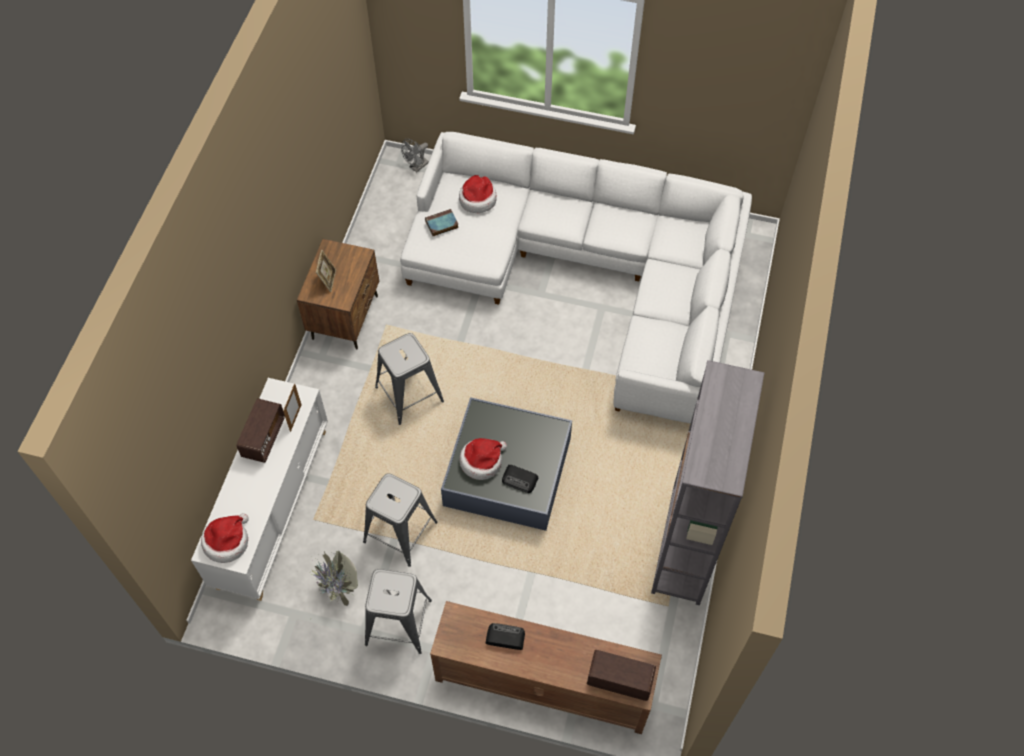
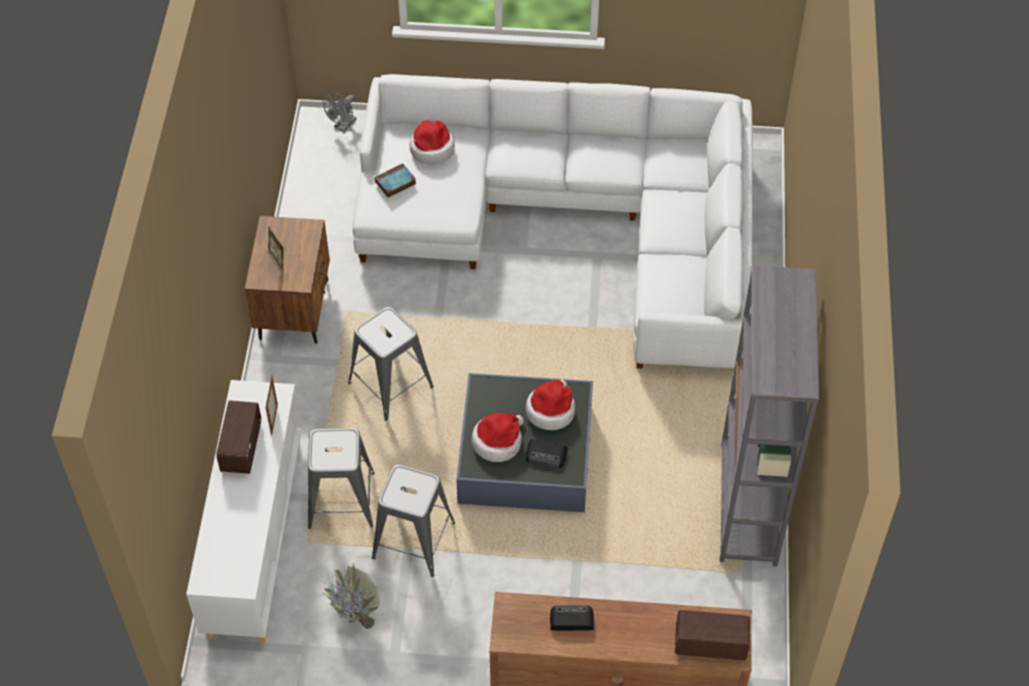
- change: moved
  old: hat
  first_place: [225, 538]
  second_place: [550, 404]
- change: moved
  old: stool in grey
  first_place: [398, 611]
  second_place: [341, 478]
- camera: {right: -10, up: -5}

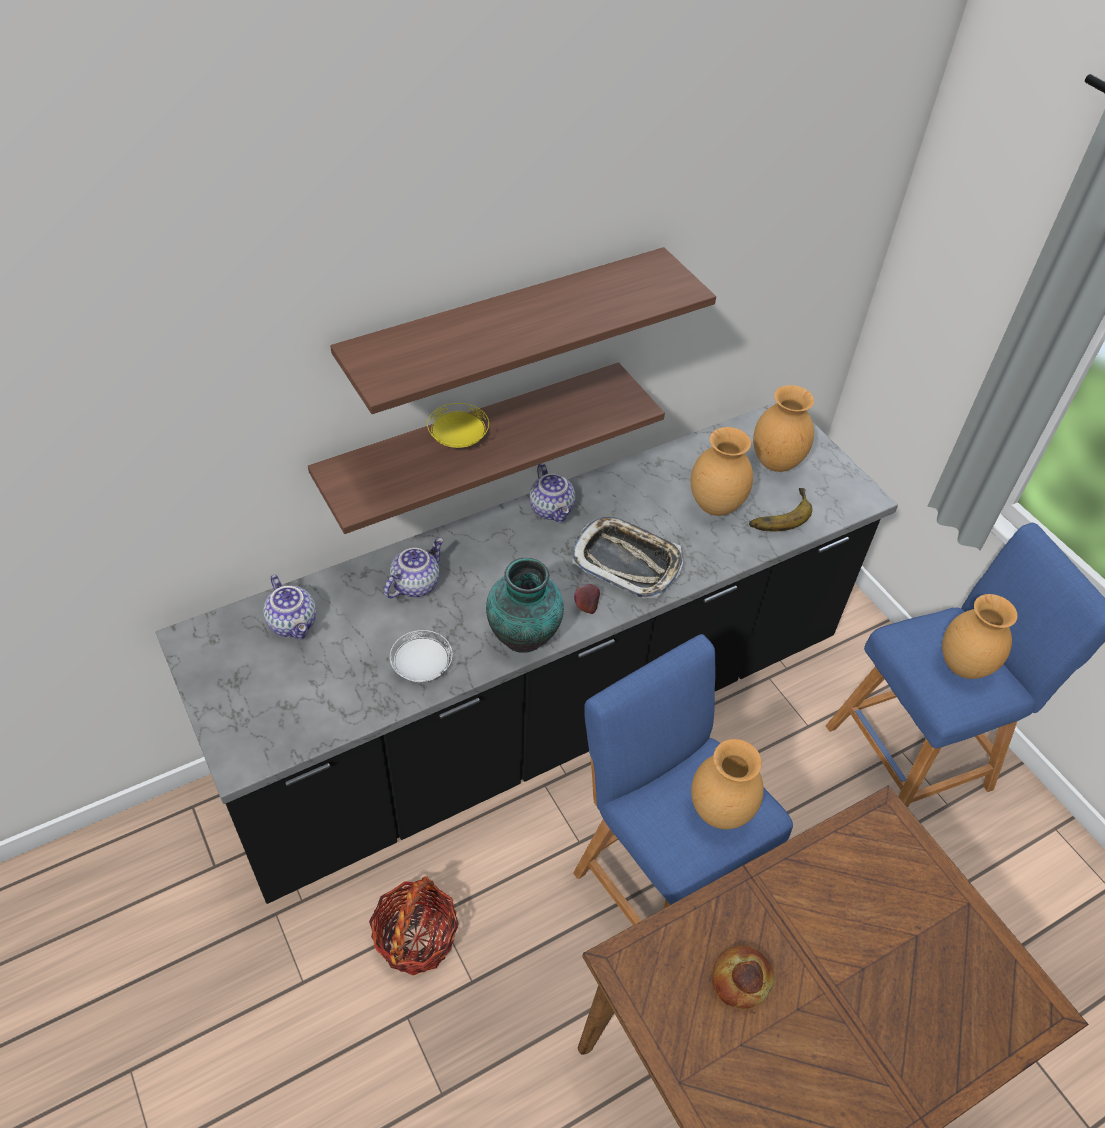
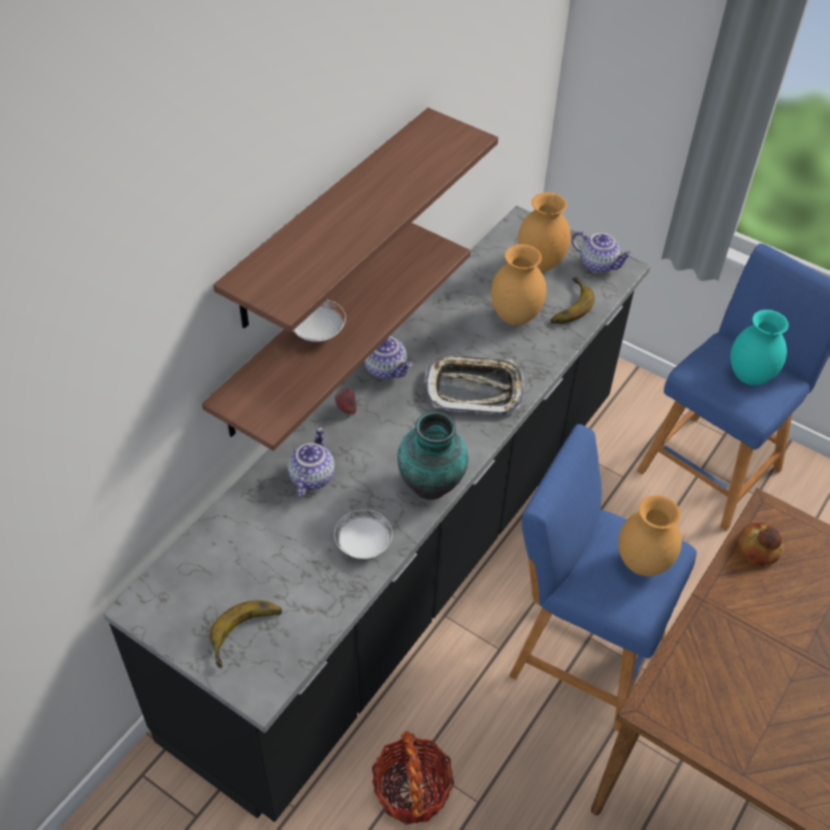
- change: moved
  old: teapot
  first_place: [289, 607]
  second_place: [602, 252]
- change: recoloured
  old: plate in yellow
  new: plate in white
  first_place: [458, 425]
  second_place: [319, 321]
- change: moved
  old: apple
  first_place: [587, 599]
  second_place: [345, 401]
- change: moved
  old: bread
  first_place: [743, 977]
  second_place: [760, 544]
- change: recoloured
  old: vase in brown
  new: vase in turquoise
  first_place: [980, 636]
  second_place: [759, 347]
- change: added
  new: banana
  second_place: [245, 634]
- camera: {right: -25, up: 0}

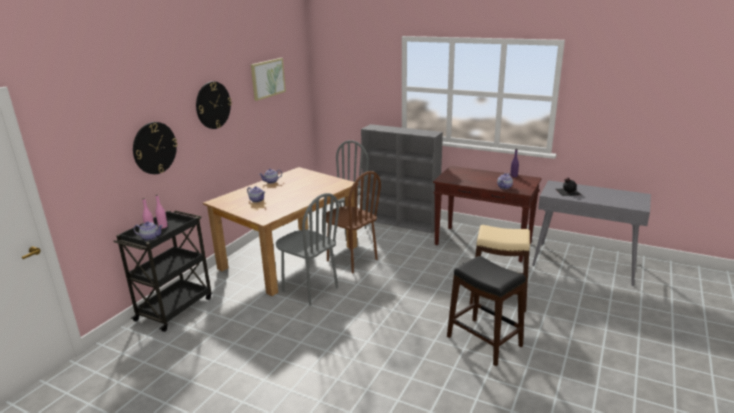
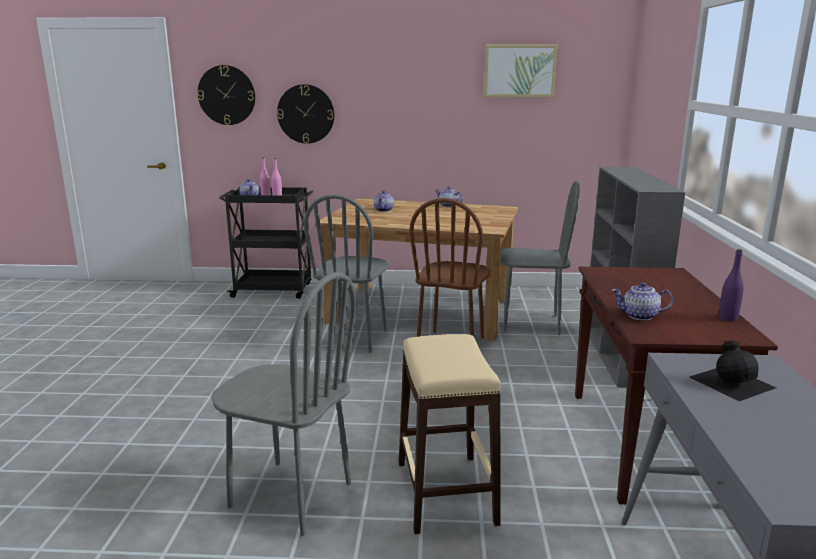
- change: moved
  old: wall clock
  first_place: [214, 105]
  second_place: [226, 95]
- change: replaced
  old: stool in black
  new: chair in grey
  first_place: [486, 311]
  second_place: [284, 404]
- camera: {right: 65, up: -5}

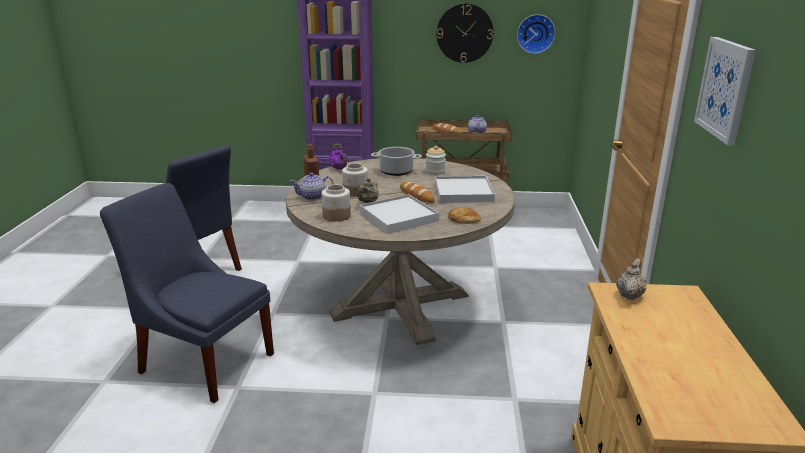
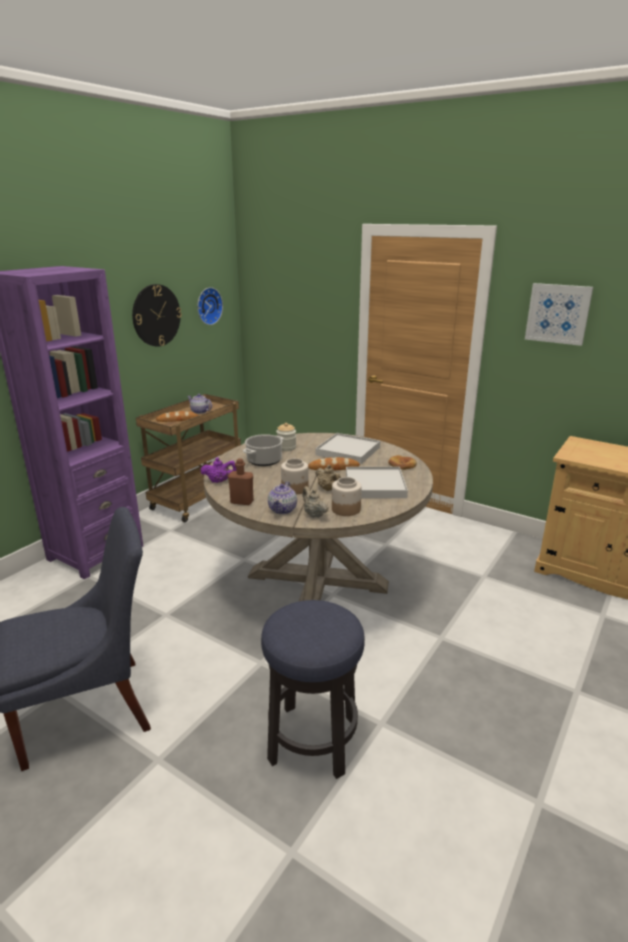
- change: replaced
  old: chair in blue
  new: stool
  first_place: [187, 293]
  second_place: [313, 689]
- change: moved
  old: teapot in beige
  first_place: [631, 279]
  second_place: [315, 502]
- camera: {right: -60, up: 0}

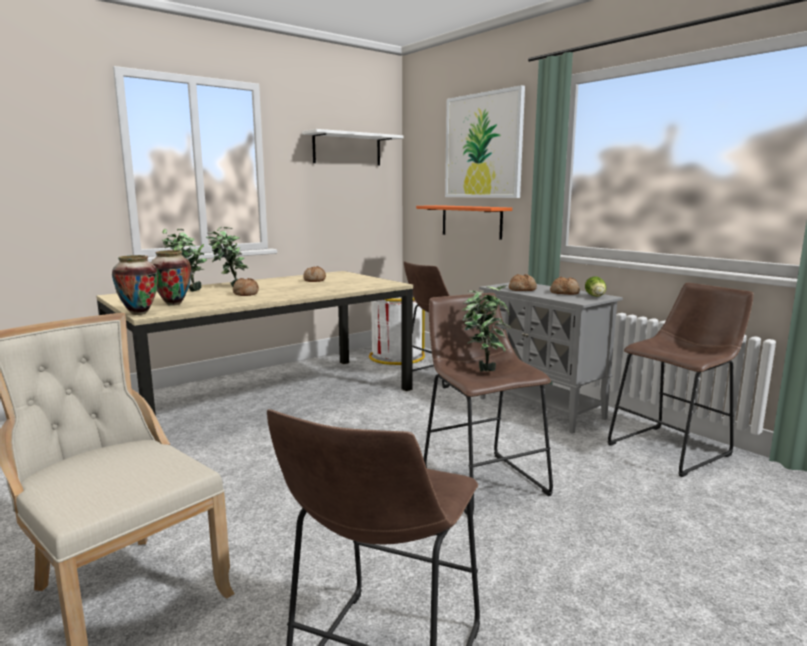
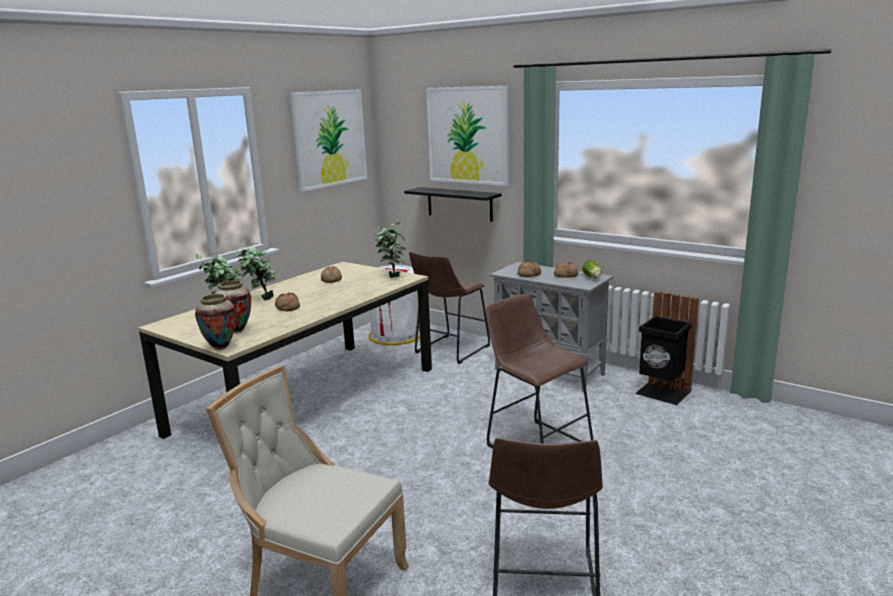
- change: replaced
  old: shelf in white
  new: picture
  first_place: [353, 147]
  second_place: [328, 140]
- change: recoloured
  old: shelf in orange
  new: shelf in black
  first_place: [464, 222]
  second_place: [453, 204]
- change: moved
  old: potted plant
  first_place: [486, 328]
  second_place: [391, 250]
- change: replaced
  old: stool in brown
  new: trash can in black
  first_place: [681, 380]
  second_place: [667, 348]
- camera: {right: -15, up: 5}

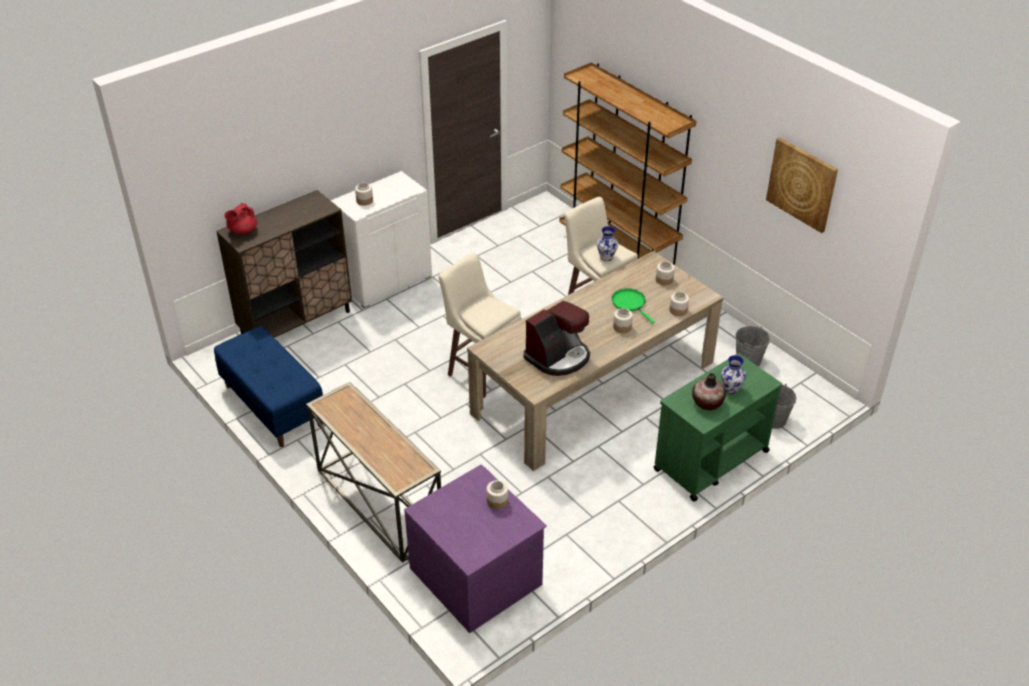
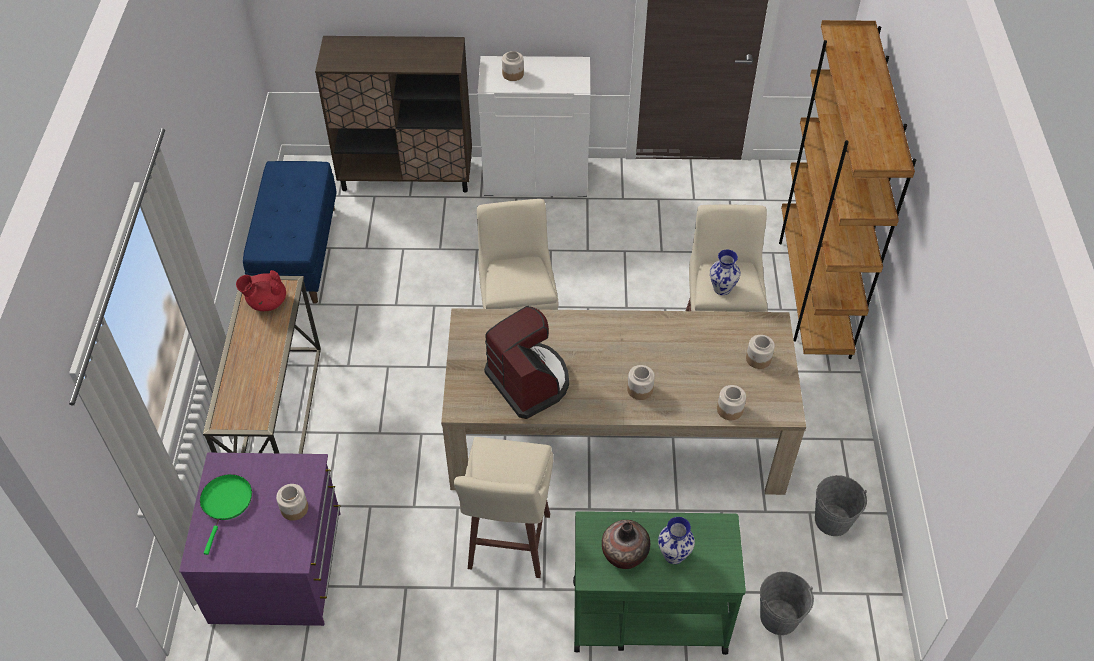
- change: moved
  old: teapot in red
  first_place: [240, 218]
  second_place: [261, 290]
- change: turned
  old: coffee machine
  first_place: [557, 338]
  second_place: [526, 362]
  degrees: -120
- change: moved
  old: frying pan in green
  first_place: [633, 306]
  second_place: [226, 514]
- change: removed
  old: picture
  first_place: [802, 185]
- change: added
  new: stool in beige
  second_place: [503, 507]
- camera: {right: 40, up: 10}

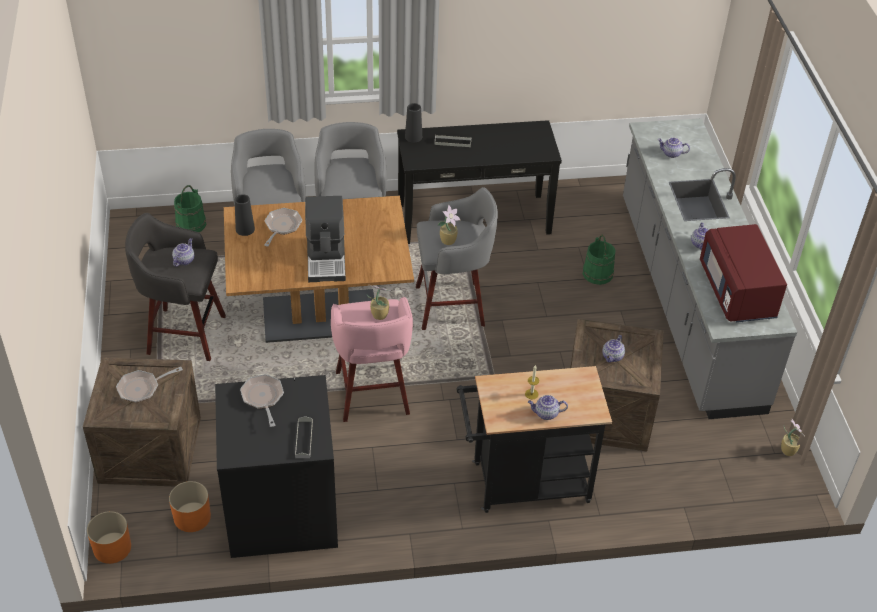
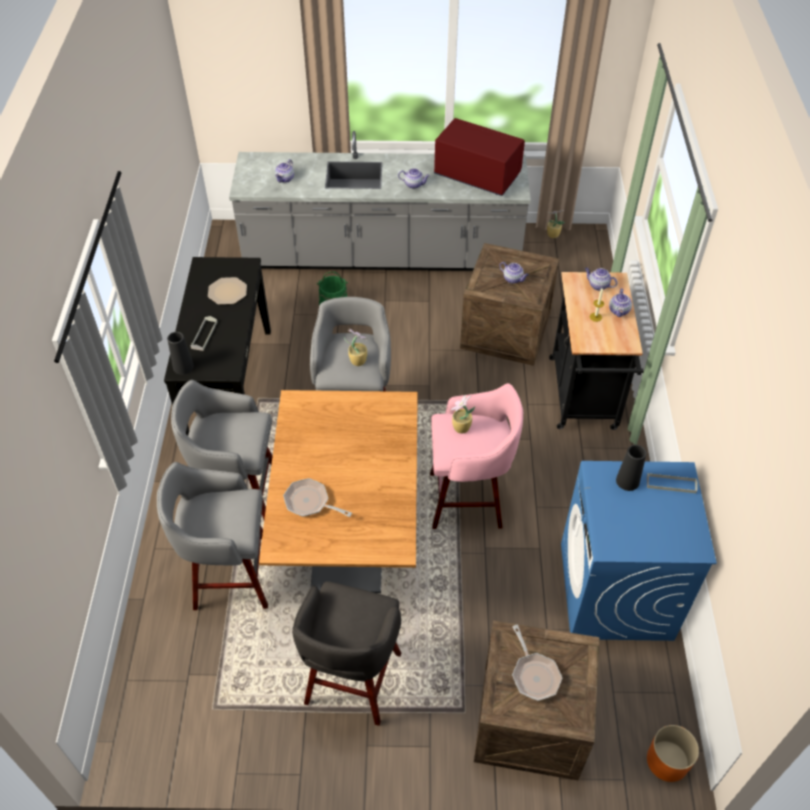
- change: removed
  old: planter in orange
  first_place: [190, 506]
- change: moved
  old: teapot
  first_place: [183, 252]
  second_place: [601, 279]
- change: removed
  old: bucket in green
  first_place: [190, 208]
- change: recoloured
  old: washing machine in black
  new: washing machine in blue
  first_place: [276, 466]
  second_place: [639, 551]
- change: moved
  old: vase in black
  first_place: [245, 215]
  second_place: [631, 468]
- change: removed
  old: frying pan
  first_place: [262, 400]
- change: removed
  old: coffee machine
  first_place: [325, 239]
- change: turned
  old: microwave in red
  first_place: [743, 273]
  second_place: [479, 157]
  degrees: -150
- change: added
  new: plate
  second_place: [227, 291]
- camera: {right: -80, up: 5}

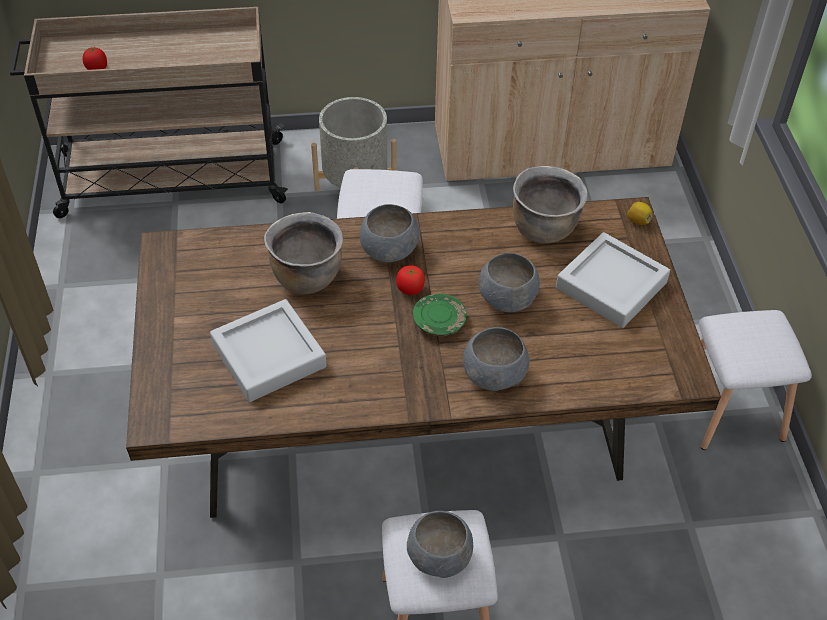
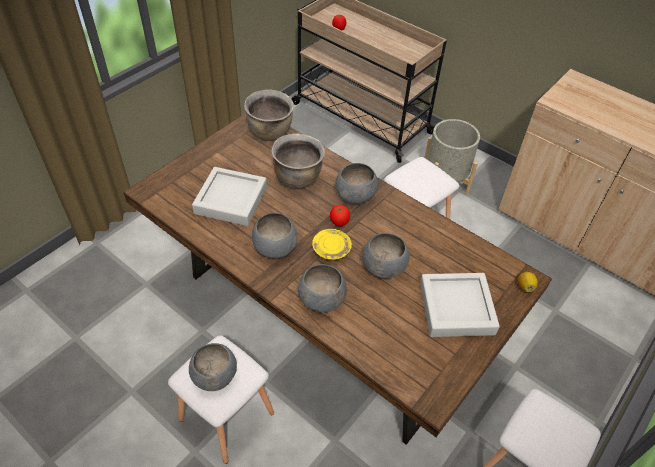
- change: recoloured
  old: plate in green
  new: plate in yellow
  first_place: [440, 315]
  second_place: [332, 244]
- change: moved
  old: cooking pot in brown
  first_place: [550, 204]
  second_place: [269, 115]
- change: added
  new: bowl in grey
  second_place: [275, 235]
- camera: {right: 45, up: 0}

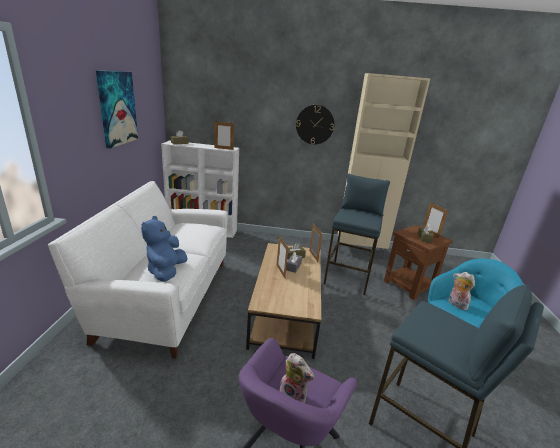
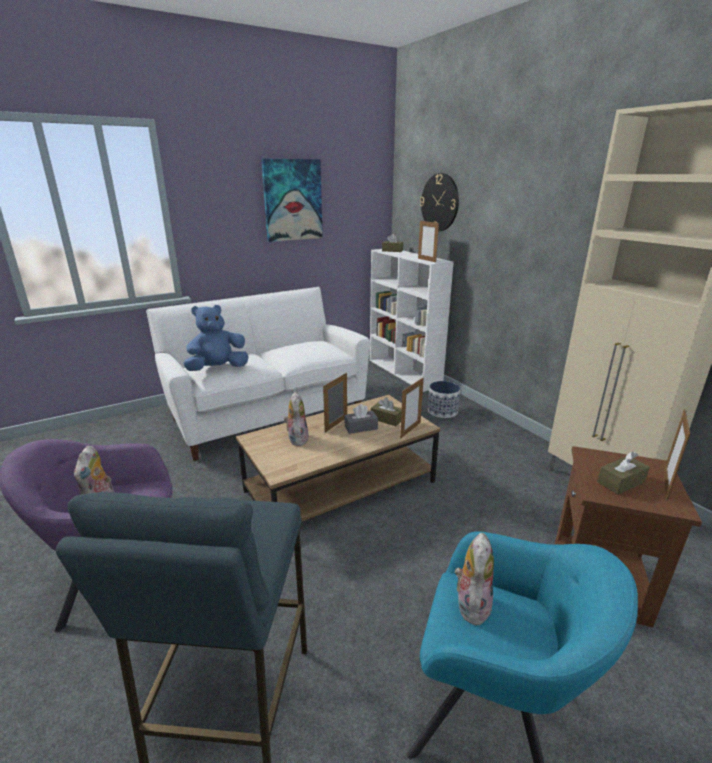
- change: moved
  old: wall clock
  first_place: [315, 125]
  second_place: [439, 202]
- change: removed
  old: stool in blue
  first_place: [357, 234]
- change: added
  new: plush toy
  second_place: [296, 419]
- change: added
  new: planter
  second_place: [444, 399]
- camera: {right: 55, up: 0}

